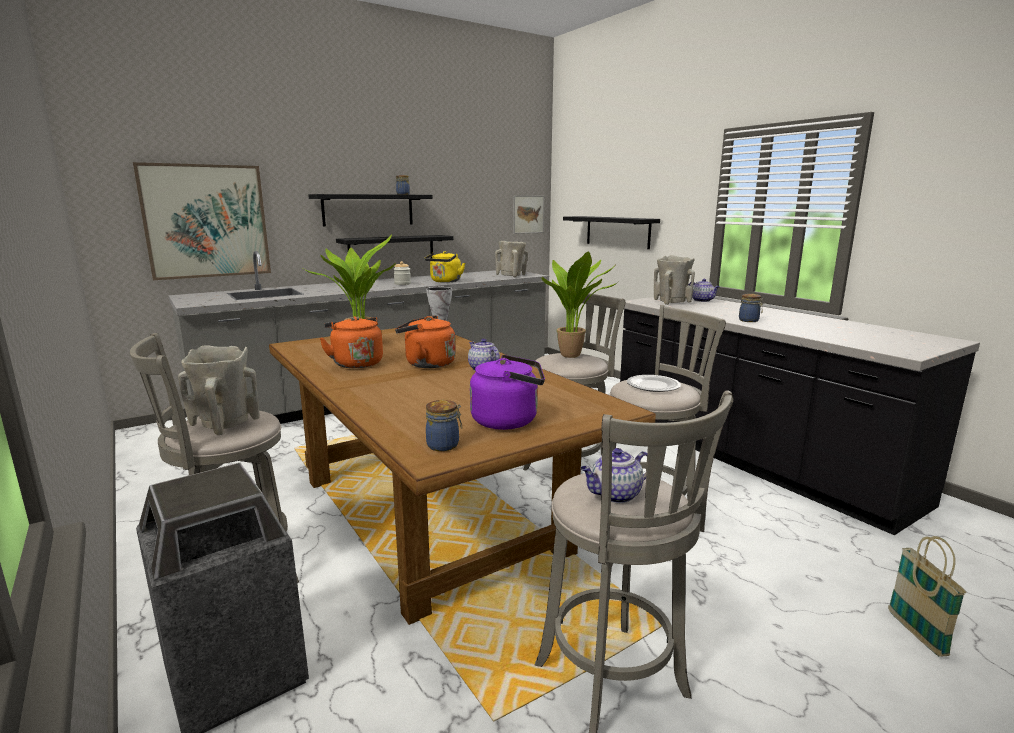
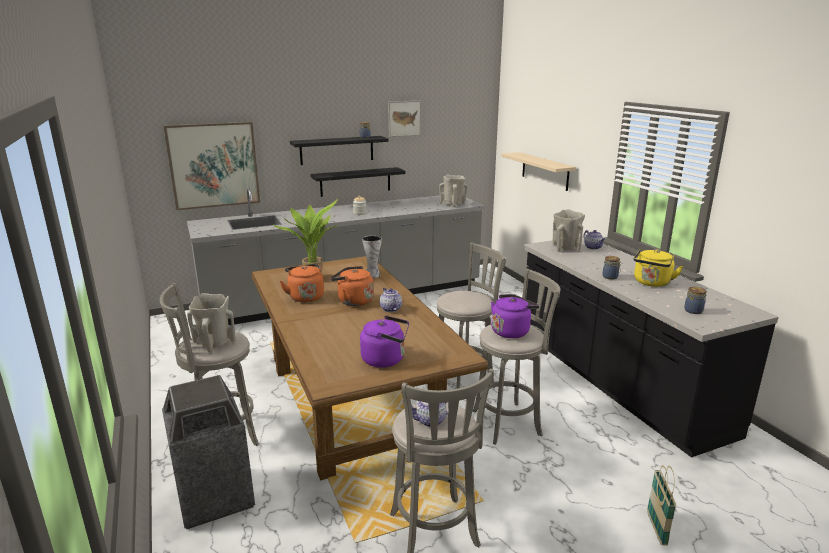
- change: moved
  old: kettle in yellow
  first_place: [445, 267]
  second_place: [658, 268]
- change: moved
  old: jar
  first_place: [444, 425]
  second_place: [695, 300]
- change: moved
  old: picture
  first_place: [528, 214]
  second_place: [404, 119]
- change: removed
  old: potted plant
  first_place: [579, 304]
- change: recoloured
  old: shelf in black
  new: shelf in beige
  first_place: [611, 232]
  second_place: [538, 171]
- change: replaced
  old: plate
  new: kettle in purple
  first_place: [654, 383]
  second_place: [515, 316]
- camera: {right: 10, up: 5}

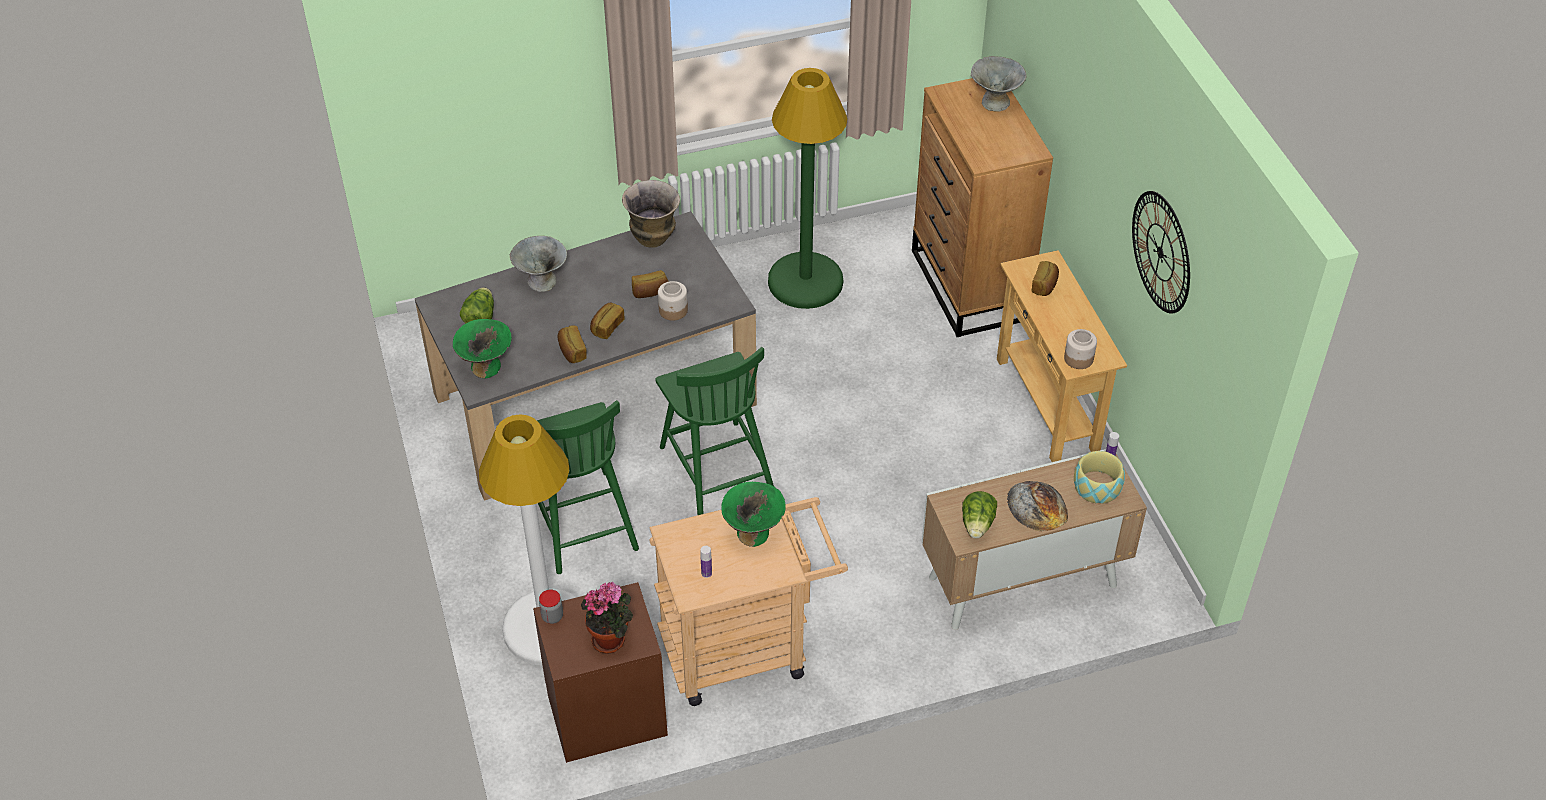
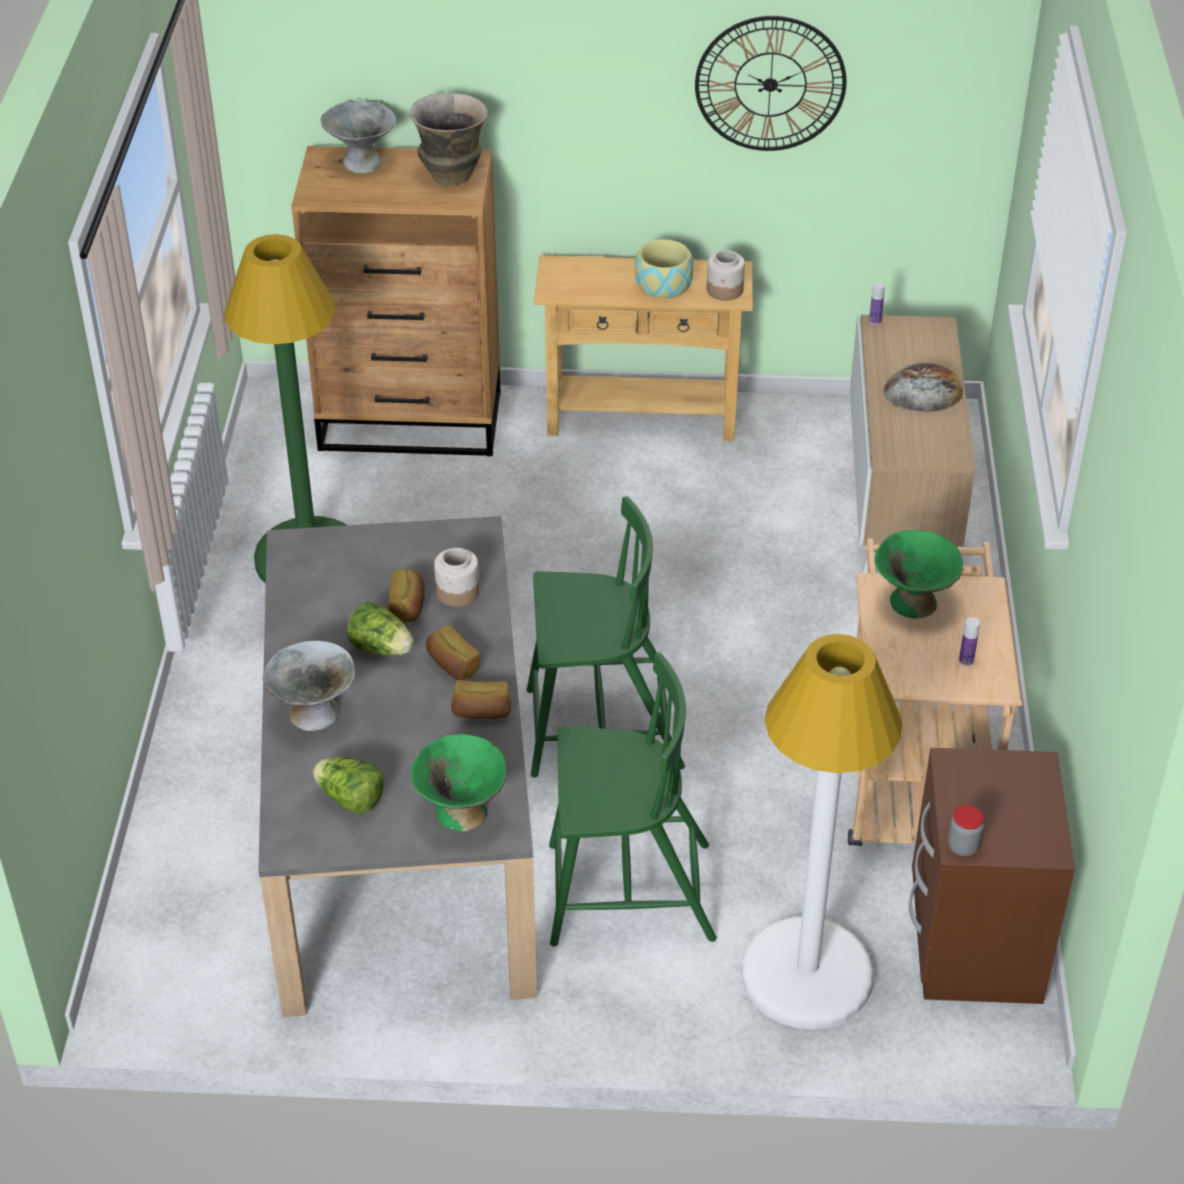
- change: removed
  old: potted plant
  first_place: [607, 618]
- change: moved
  old: vase
  first_place: [651, 214]
  second_place: [449, 139]
- change: moved
  old: lettuce
  first_place: [979, 514]
  second_place: [380, 628]
- change: removed
  old: bread
  first_place: [1045, 278]
- change: moved
  old: bowl
  first_place: [1099, 477]
  second_place: [664, 268]
- camera: {right: -70, up: -5}

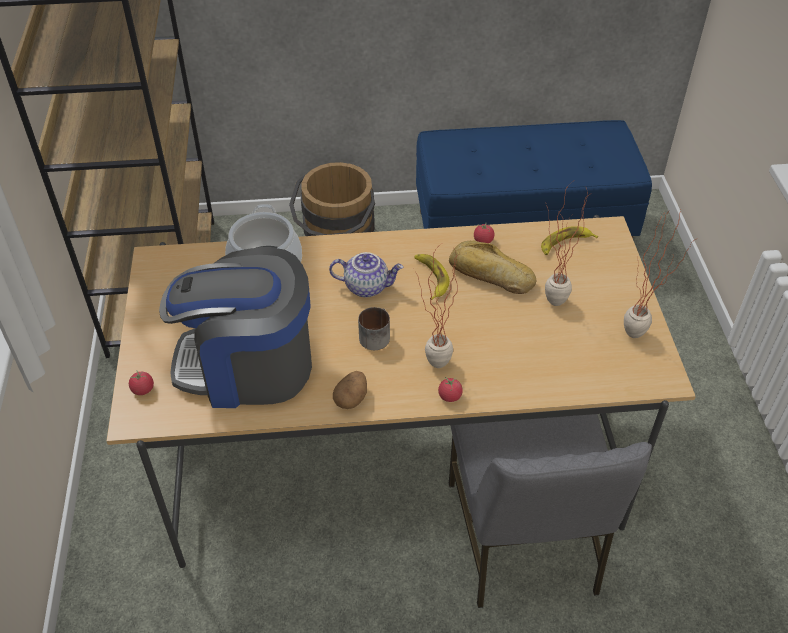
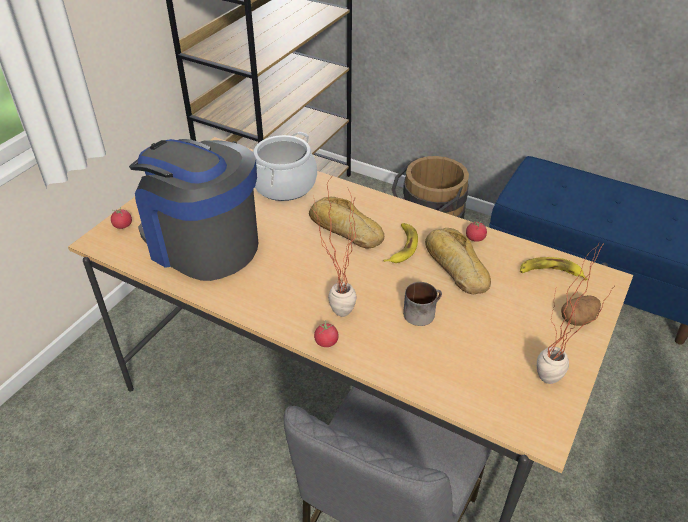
- change: replaced
  old: teapot
  new: bread
  first_place: [366, 274]
  second_place: [346, 222]
- change: moved
  old: potato
  first_place: [350, 390]
  second_place: [581, 310]
- change: moved
  old: mug
  first_place: [374, 328]
  second_place: [422, 304]
- change: removed
  old: potted plant
  first_place: [567, 243]
- camera: {right: 35, up: -5}

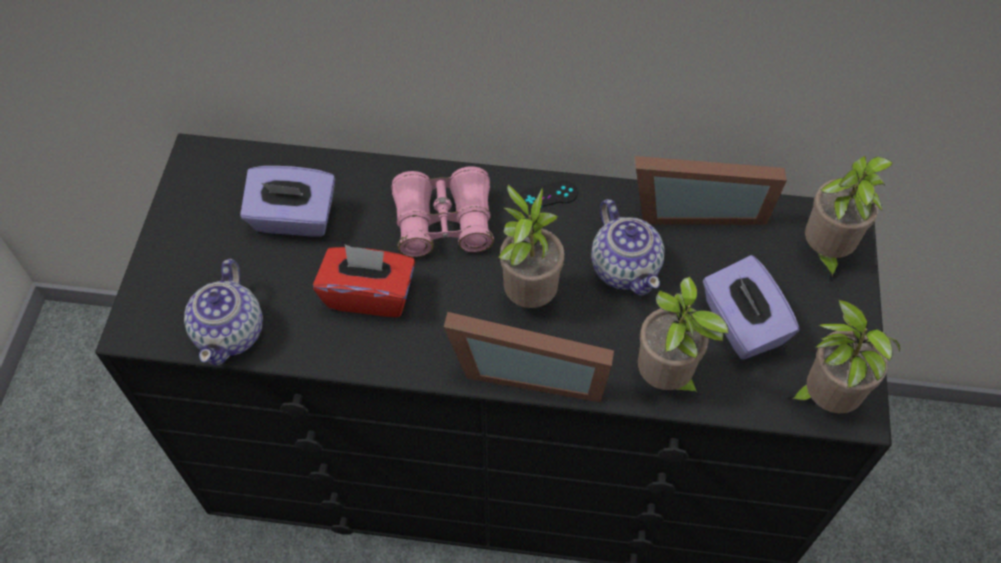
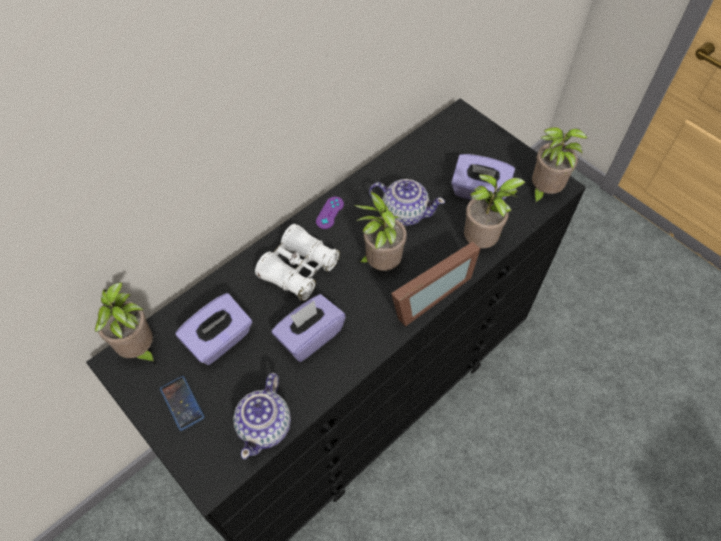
- change: turned
  old: teapot
  first_place: [223, 312]
  second_place: [262, 416]
  degrees: 60
- change: recoloured
  old: tissue box in red
  new: tissue box in purple
  first_place: [364, 281]
  second_place: [309, 328]
- change: recoloured
  old: binoculars in pink
  new: binoculars in white
  first_place: [442, 211]
  second_place: [297, 262]
- change: recoloured
  old: game controller in black
  new: game controller in purple
  first_place: [549, 196]
  second_place: [330, 213]
- change: removed
  old: picture frame
  first_place: [711, 190]
- change: moved
  old: potted plant
  first_place: [849, 219]
  second_place: [125, 324]
- change: added
  new: phone
  second_place: [182, 403]
- camera: {right: -50, up: 0}

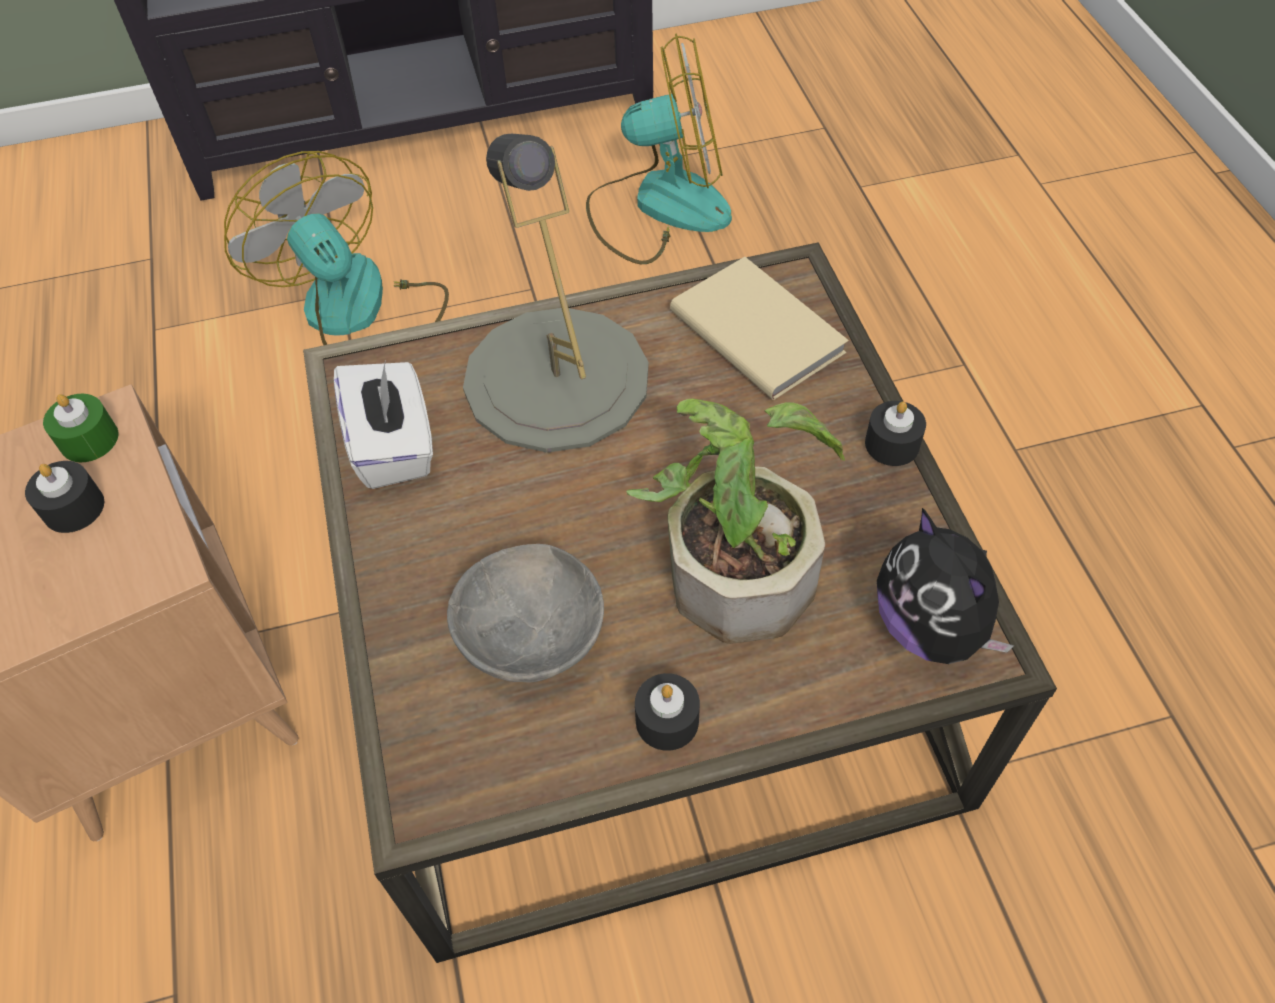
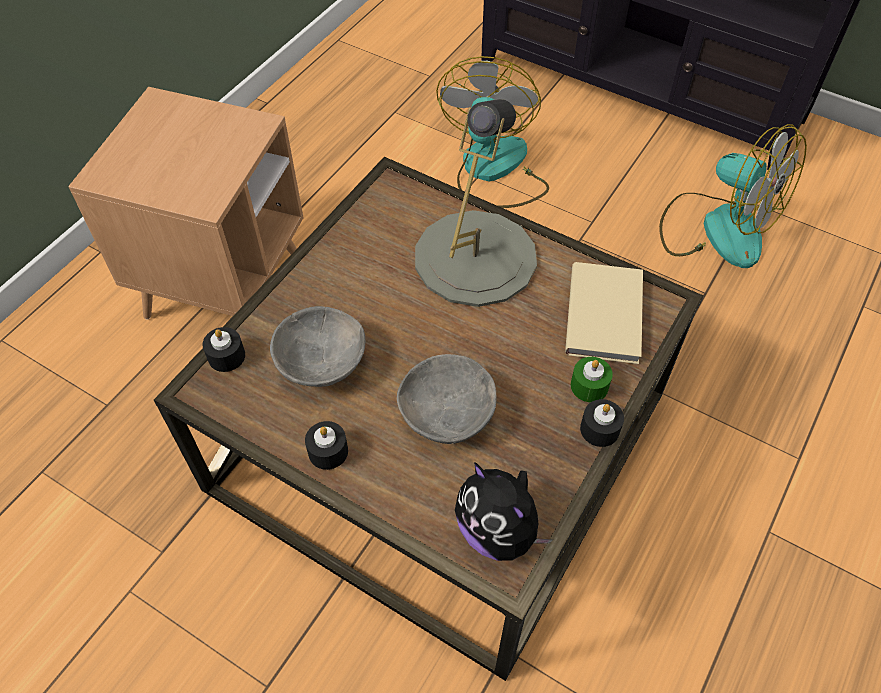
- change: moved
  old: candle in black
  first_place: [64, 497]
  second_place: [223, 349]
- change: moved
  old: candle in green
  first_place: [80, 428]
  second_place: [592, 379]
- change: removed
  old: tissue box in white
  first_place: [383, 425]
- change: replaced
  old: potted plant
  new: bowl in grey
  first_place: [735, 521]
  second_place: [447, 399]
- change: turned
  old: plush toy
  first_place: [946, 586]
  second_place: [504, 511]
  degrees: -60
- camera: {right: 45, up: 0}

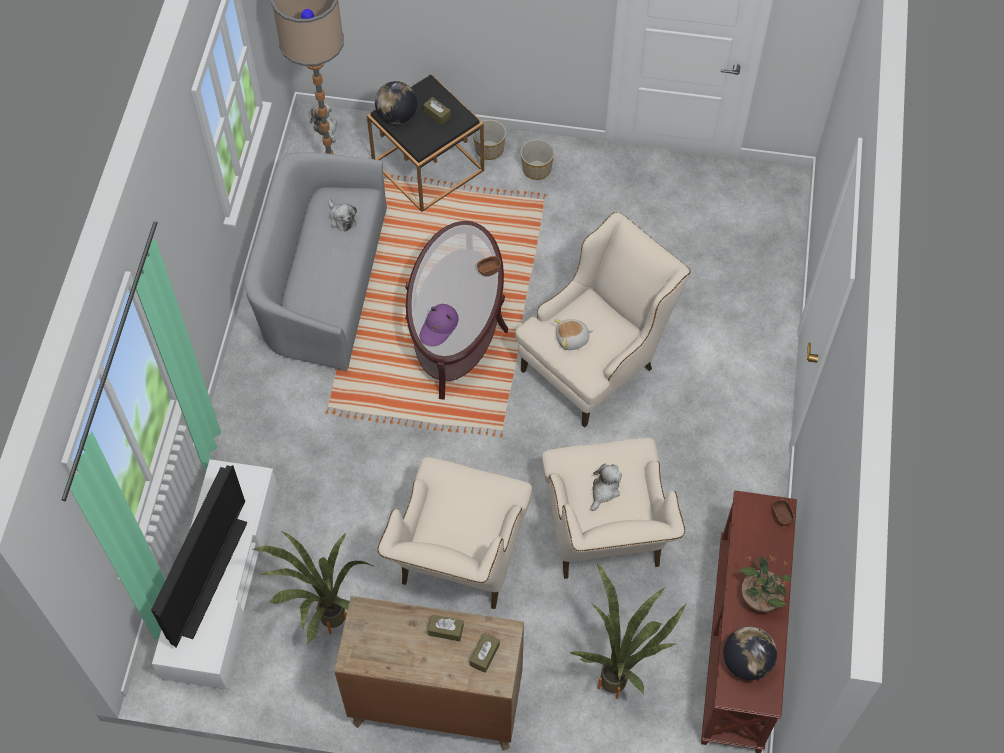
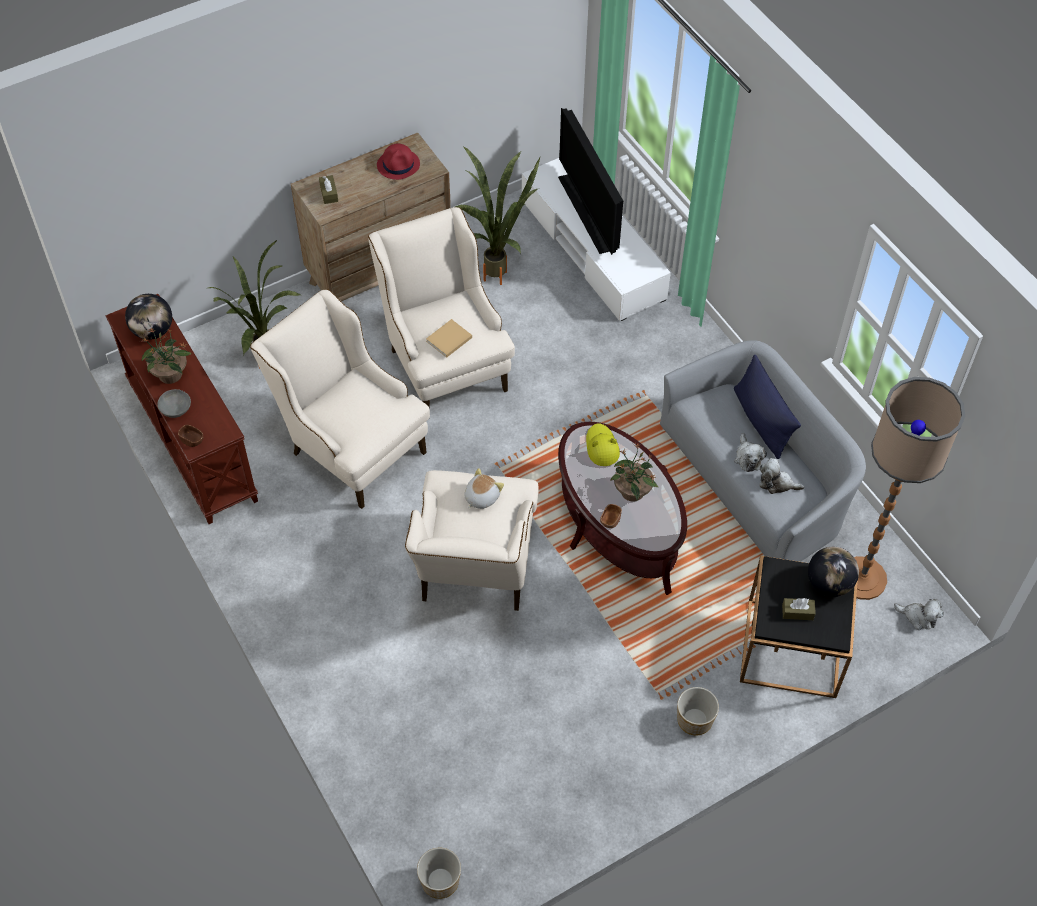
- change: recoloured
  old: hat in purple
  new: hat in yellow
  first_place: [439, 325]
  second_place: [603, 444]
- change: removed
  old: tissue box in brown
  first_place: [446, 628]
- change: moved
  old: planter
  first_place: [489, 139]
  second_place: [439, 873]
- change: moved
  old: plush toy
  first_place: [606, 487]
  second_place: [751, 452]
- change: added
  new: bowl in grey
  second_place: [174, 403]
- change: added
  new: hat in red
  second_place: [398, 162]
- change: added
  new: book in beige
  second_place: [449, 338]
- change: added
  new: potted plant
  second_place: [634, 472]
- change: added
  new: pillow in blue
  second_place: [767, 407]
- camera: {right: 140, up: -5}

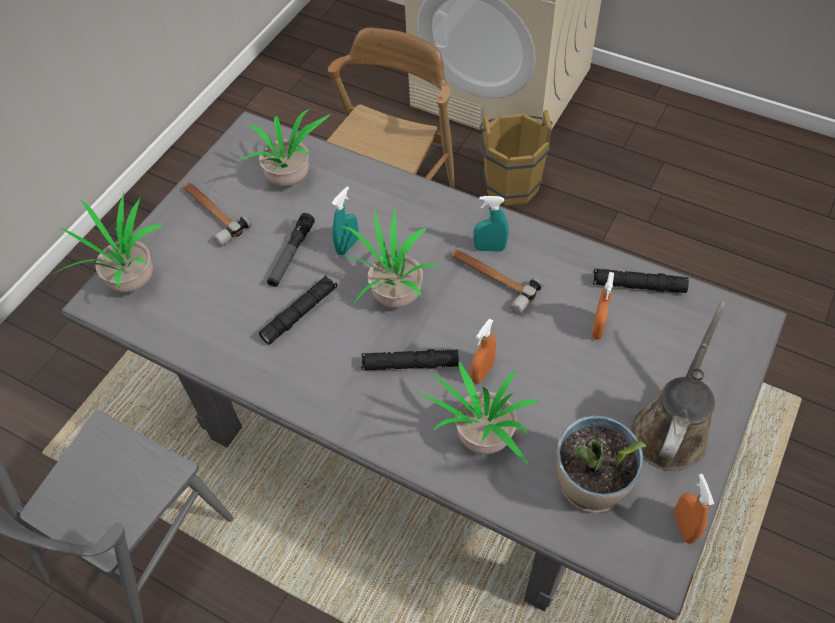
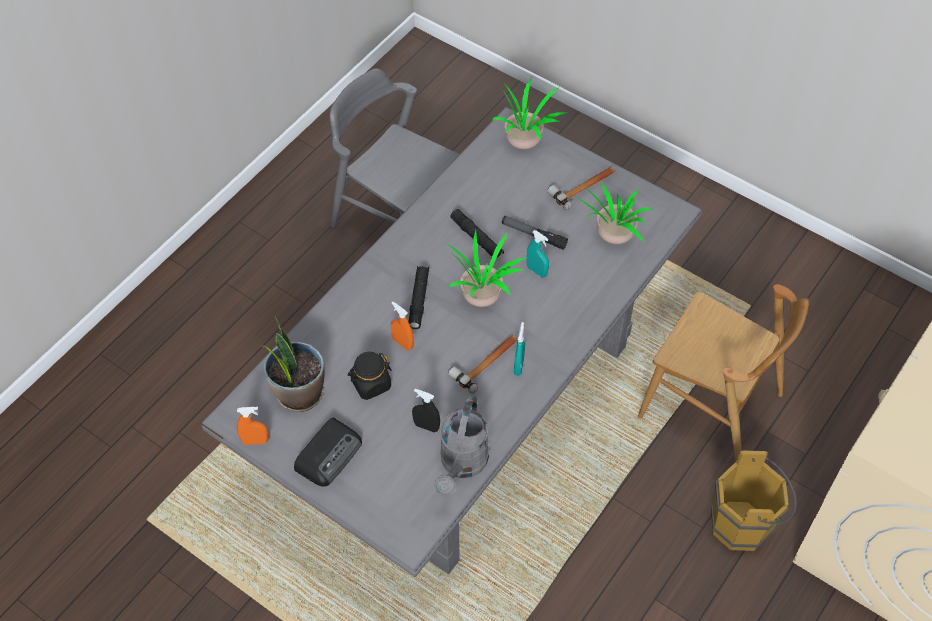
- change: removed
  old: potted plant
  first_place: [478, 412]
- change: recoloured
  old: spray bottle in orange
  new: spray bottle in black
  first_place: [603, 306]
  second_place: [426, 410]
- change: replaced
  old: flashlight in black
  new: watering can in grey
  first_place: [641, 281]
  second_place: [461, 445]
- change: replaced
  old: watering can in brown
  new: radio
  first_place: [678, 386]
  second_place: [328, 452]
- change: added
  new: jar in black
  second_place: [369, 376]
- camera: {right: 95, up: 0}

